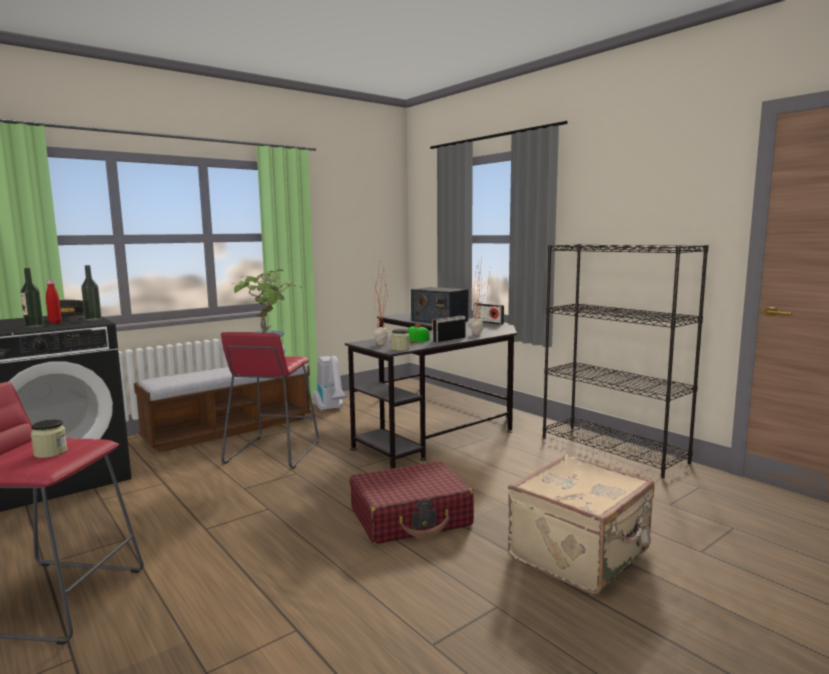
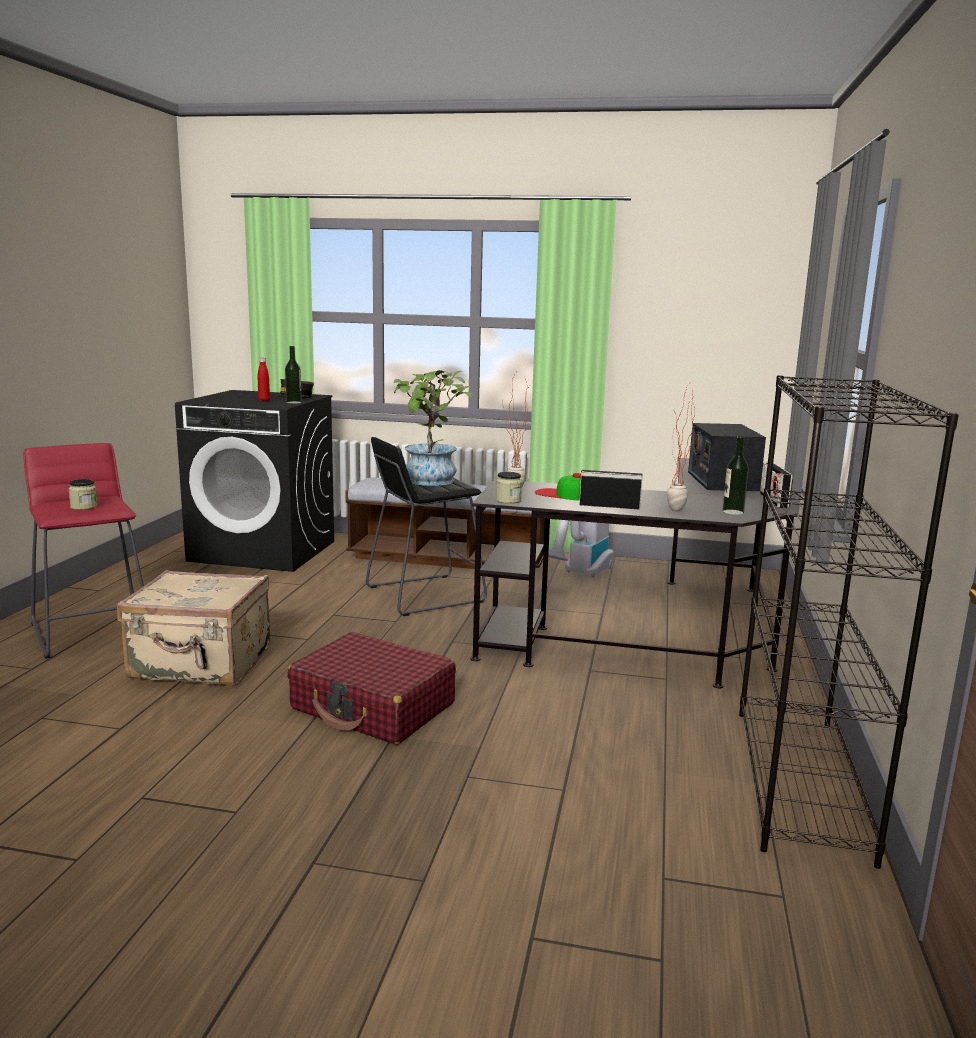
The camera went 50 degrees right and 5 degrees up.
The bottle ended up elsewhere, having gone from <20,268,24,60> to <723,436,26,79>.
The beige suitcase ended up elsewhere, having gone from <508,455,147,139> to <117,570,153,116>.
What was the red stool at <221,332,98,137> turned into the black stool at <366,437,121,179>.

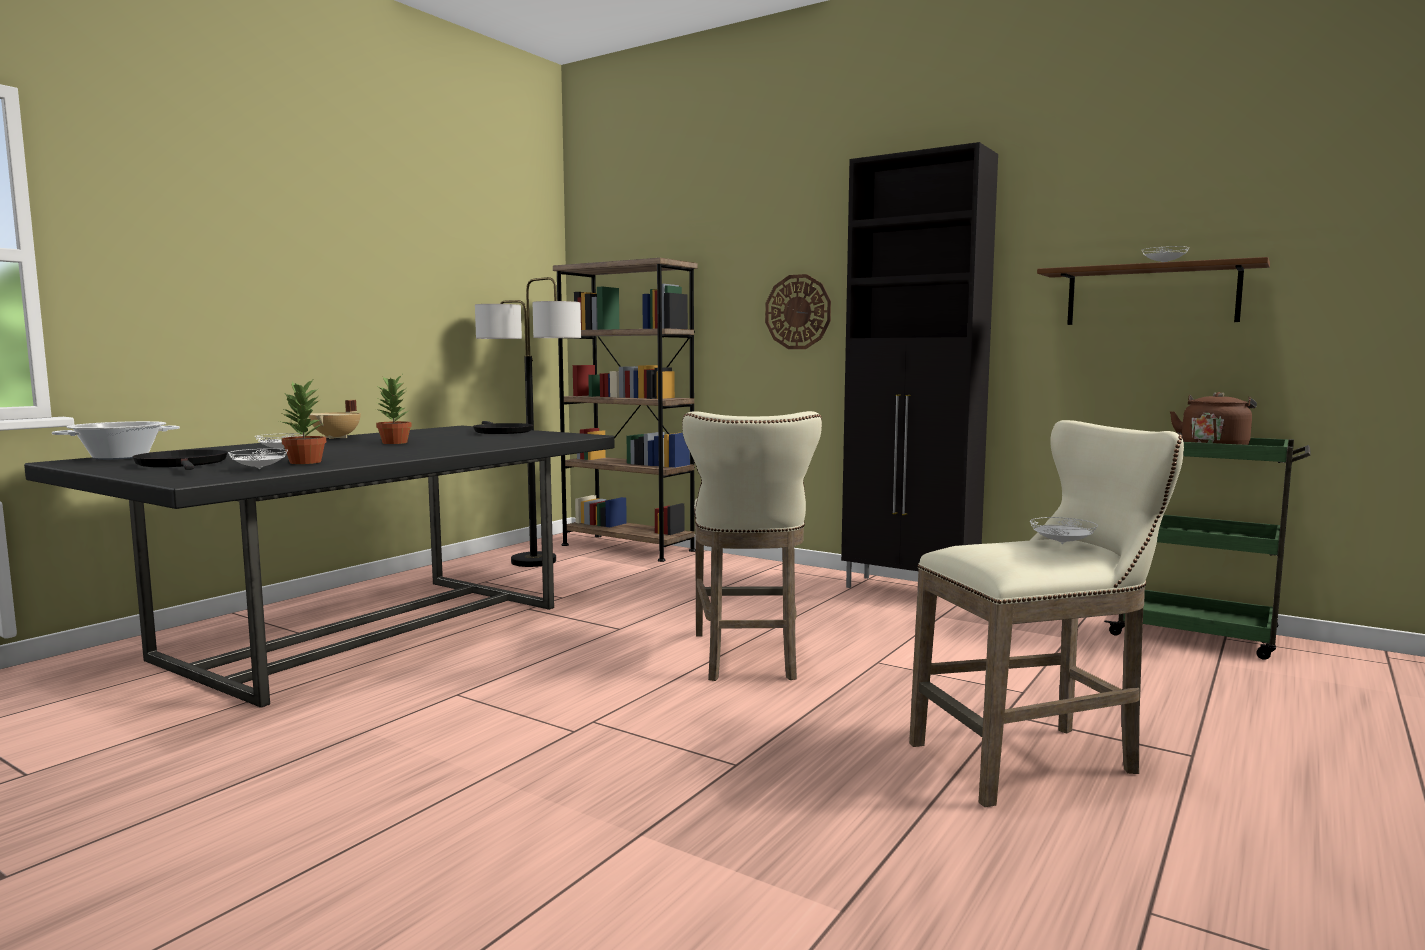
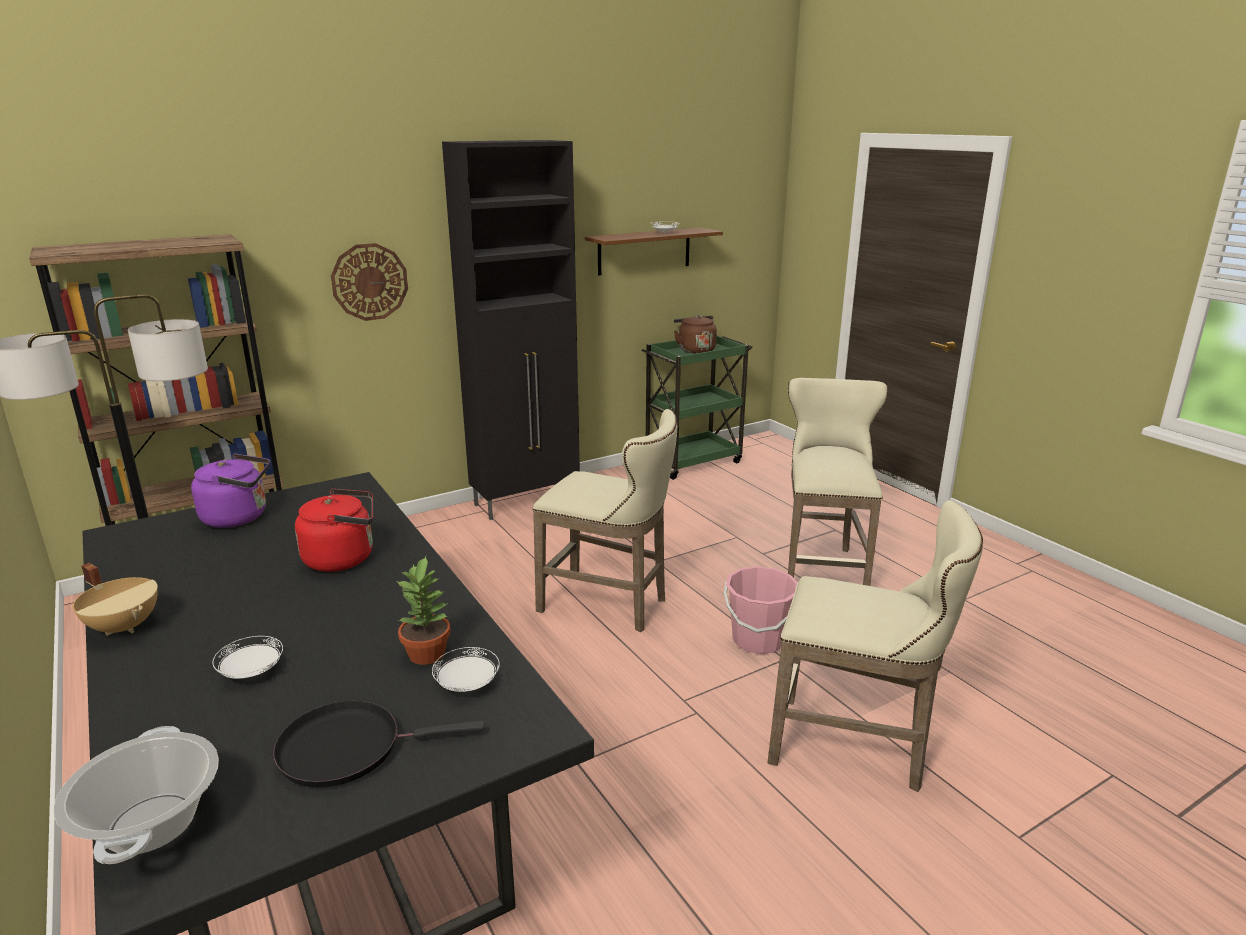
The camera went 65 degrees left and 15 degrees up.
The second view lost the potted plant at <376,375,36,69>.
The second view lost the white plate at <1030,517,68,27>.
The second view gained the red kettle at <295,488,78,84>.
The second view gained the pink bucket at <724,566,74,88>.
The second view gained the beige stool at <767,500,216,292>.
Where the black frying pan stood at <473,421,60,13>, the purple kettle came to stand at <191,453,79,75>.

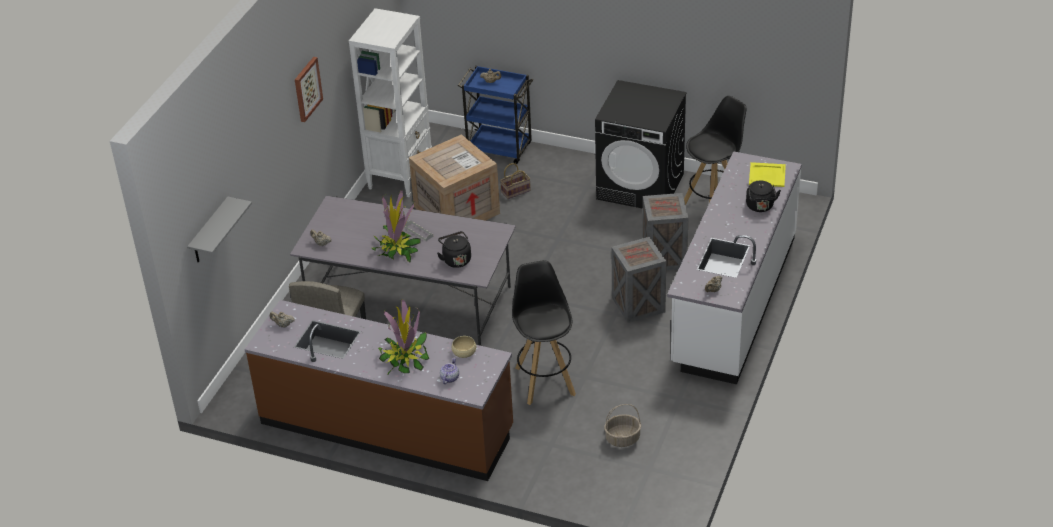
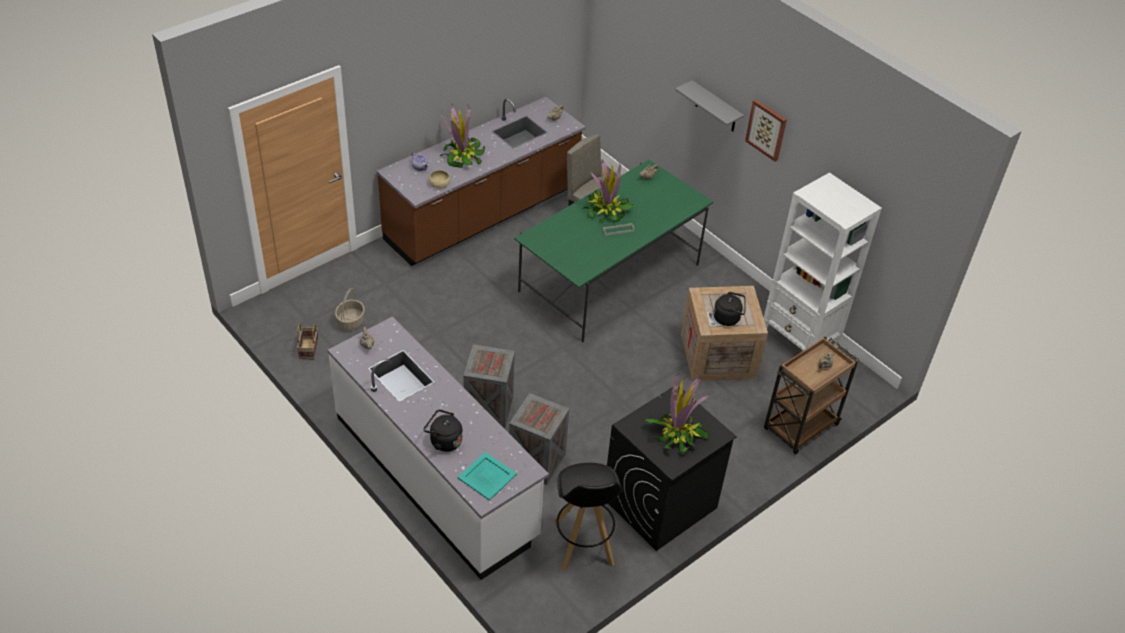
The camera went 115 degrees right and 5 degrees up.
The second view lost the black stool at <512,260,64,145>.
The second view gained the potted plant at <645,372,64,81>.
The grey shelf ended up elsewhere, having gone from <187,197,65,65> to <675,80,69,52>.
The black kettle ended up elsewhere, having gone from <437,231,34,37> to <713,292,33,34>.
The basket ended up elsewhere, having gone from <500,163,31,36> to <297,323,21,37>.
What was the grey dining table at <290,196,226,150> turned into the green dining table at <514,160,199,182>.
What was the blue cart at <458,66,75,98> turned into the brown cart at <764,337,95,118>.
What was the yellow tray at <749,162,37,25> turned into the turquoise tray at <457,452,60,49>.

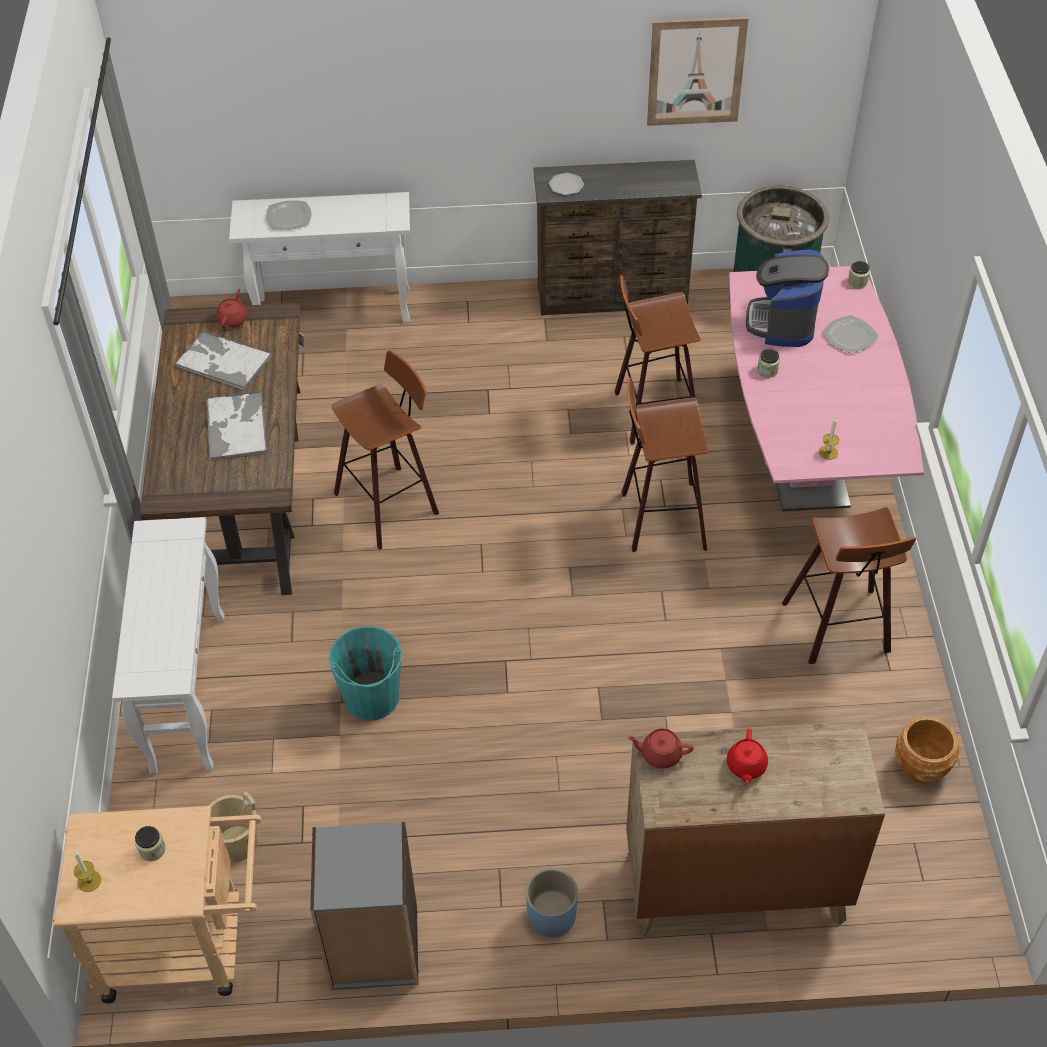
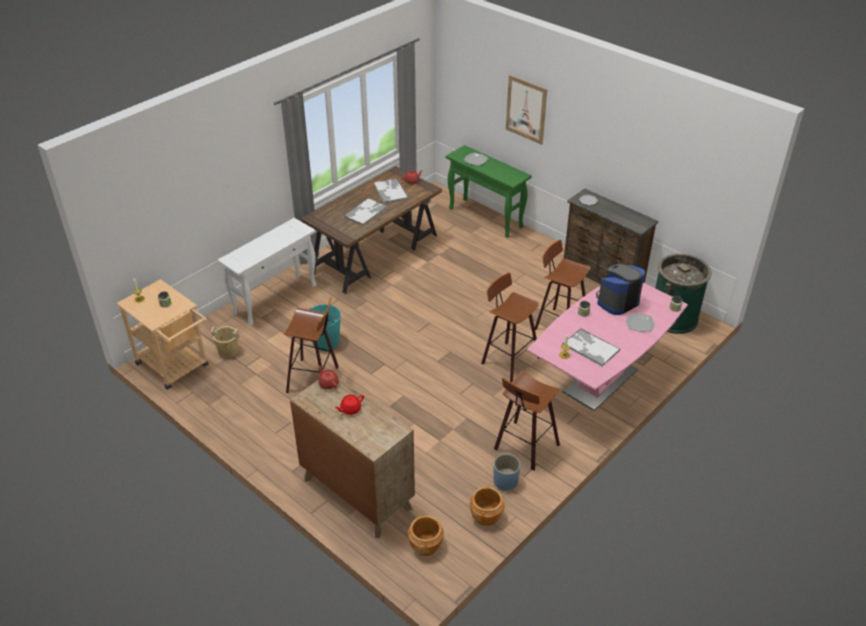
The camera went 45 degrees right and 10 degrees down.
The second view lost the grey bookcase at <310,822,109,168>.
The second view gained the brown planter at <408,516,36,40>.
The second view gained the tray at <563,328,57,39>.
The stool ended up elsewhere, having gone from <332,350,107,200> to <284,297,55,96>.
The blue planter ended up elsewhere, having gone from <526,868,52,70> to <493,454,28,37>.
The picture ended up elsewhere, having gone from <647,17,102,109> to <506,75,41,70>.
What was the white console table at <229,192,181,131> turned into the green console table at <446,145,86,93>.

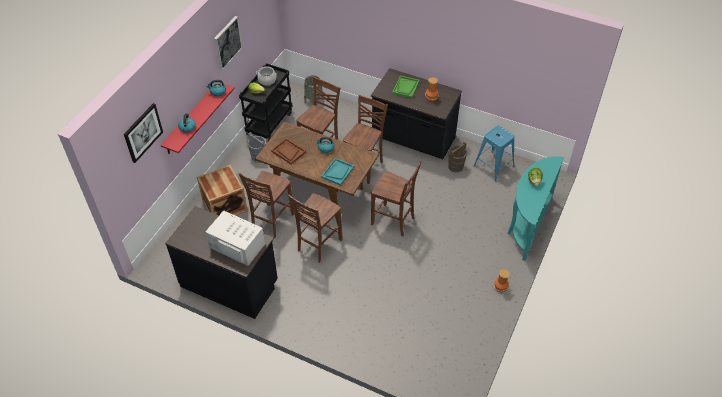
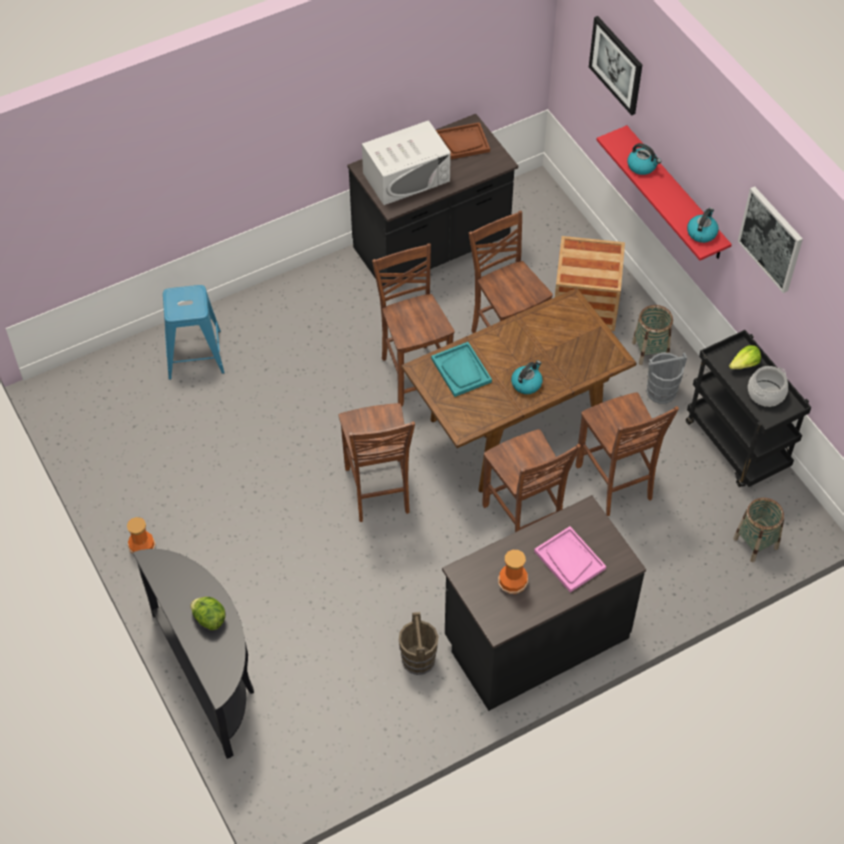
The camera went 125 degrees right and 5 degrees up.
The second view gained the basket at <632,305,41,60>.
The brown tray ended up elsewhere, having gone from <271,138,35,26> to <436,122,54,38>.
The blue stool ended up elsewhere, having gone from <474,126,41,56> to <163,285,62,95>.
What was the green tray at <392,76,28,22> turned into the pink tray at <534,526,72,67>.
What was the turquoise console table at <508,156,56,105> turned into the black console table at <133,549,121,210>.
The brown chair at <371,160,51,77> ended up facing another way, 75 degrees counterclockwise from before.

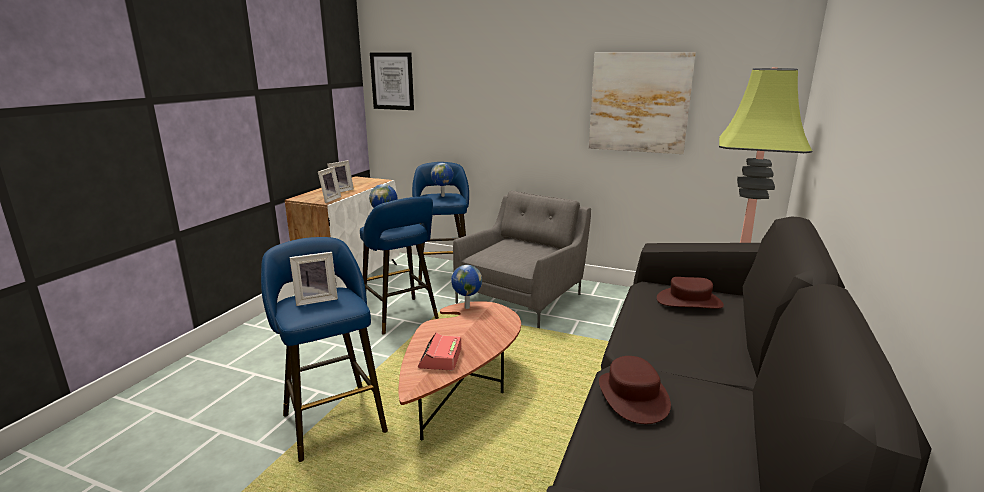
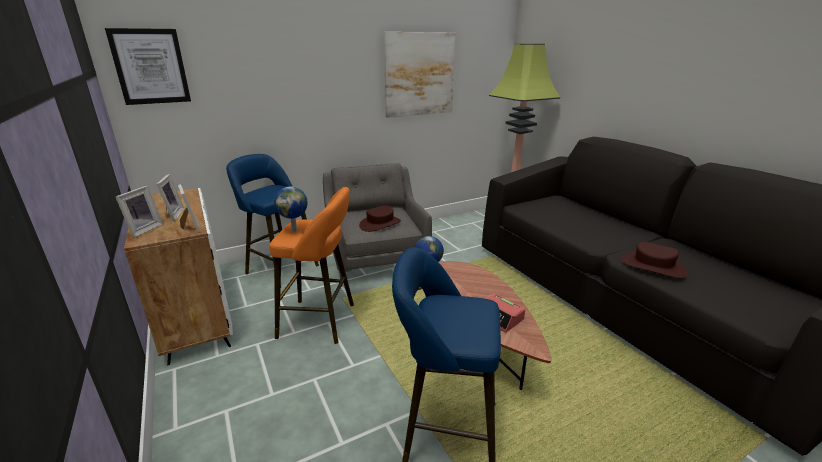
The camera went 50 degrees left and 5 degrees up.
The second view lost the globe at <431,163,23,34>.
The picture frame ended up elsewhere, having gone from <290,252,48,54> to <116,185,47,53>.
The brown hat ended up elsewhere, having gone from <657,277,67,32> to <359,206,42,26>.
What was the blue stool at <360,197,79,137> turned into the orange stool at <270,187,84,157>.

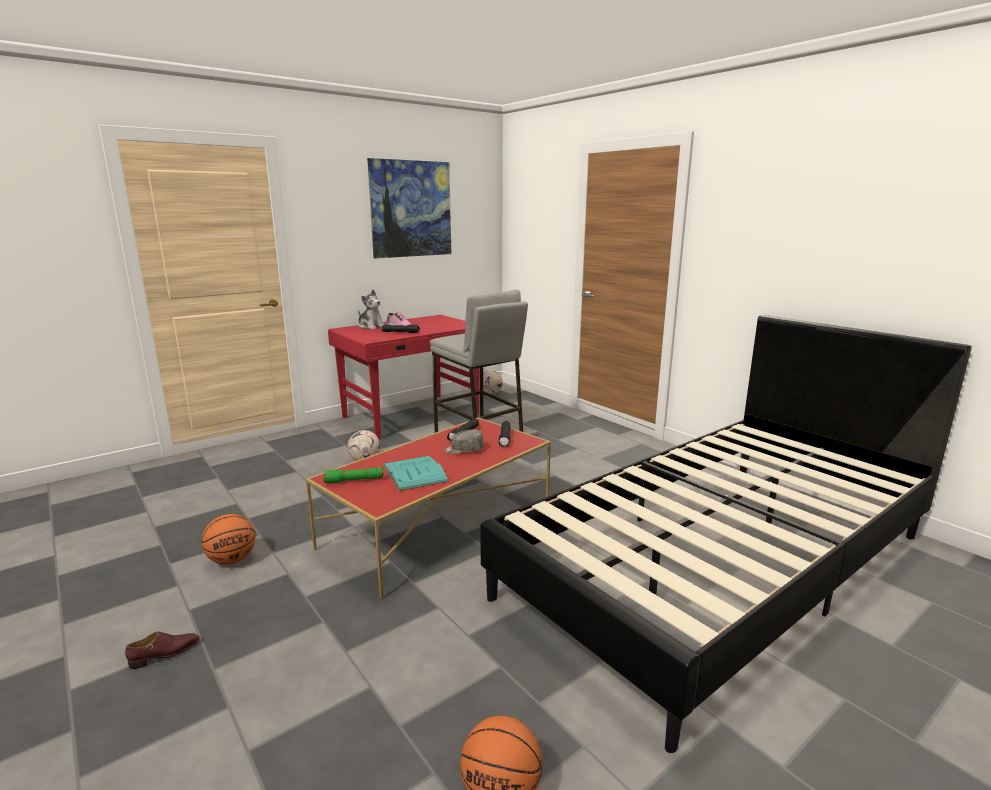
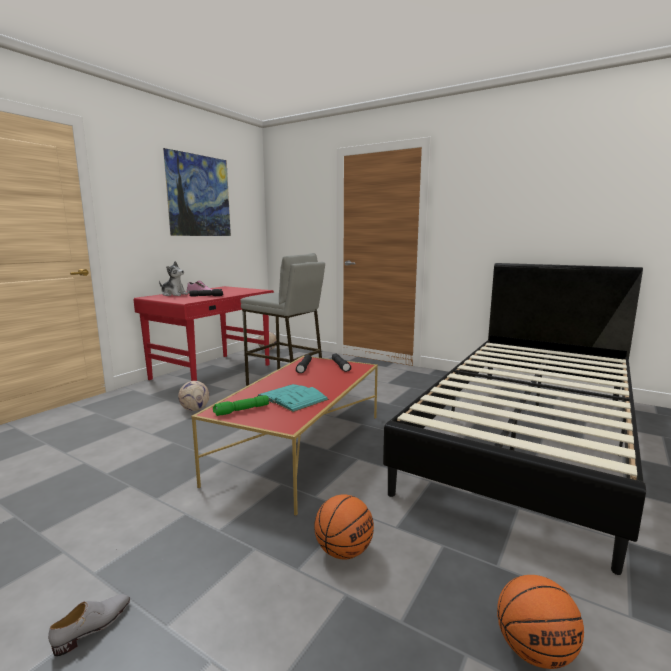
The camera went 20 degrees left and 5 degrees down.
The second view lost the grey cap at <444,429,40,25>.
The basketball ended up elsewhere, having gone from <202,514,53,51> to <315,494,59,65>.
What was the brown shoe at <125,632,75,37> turned into the grey shoe at <48,594,82,62>.

